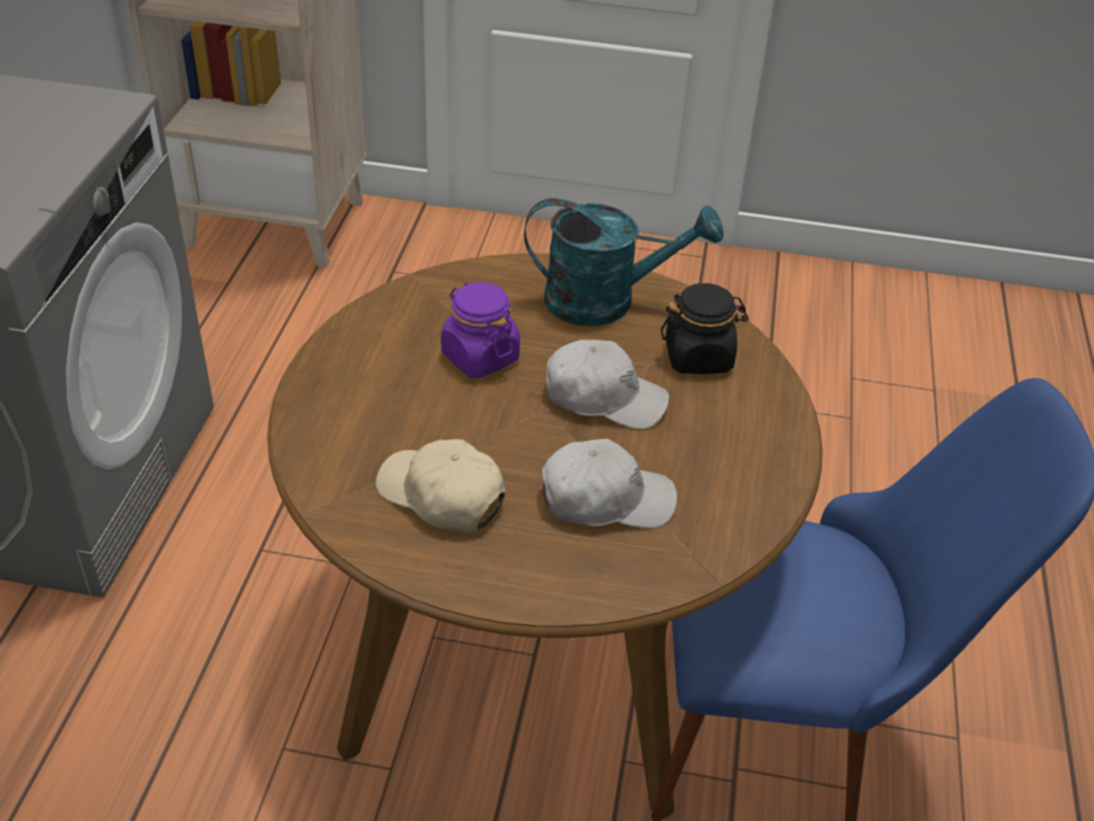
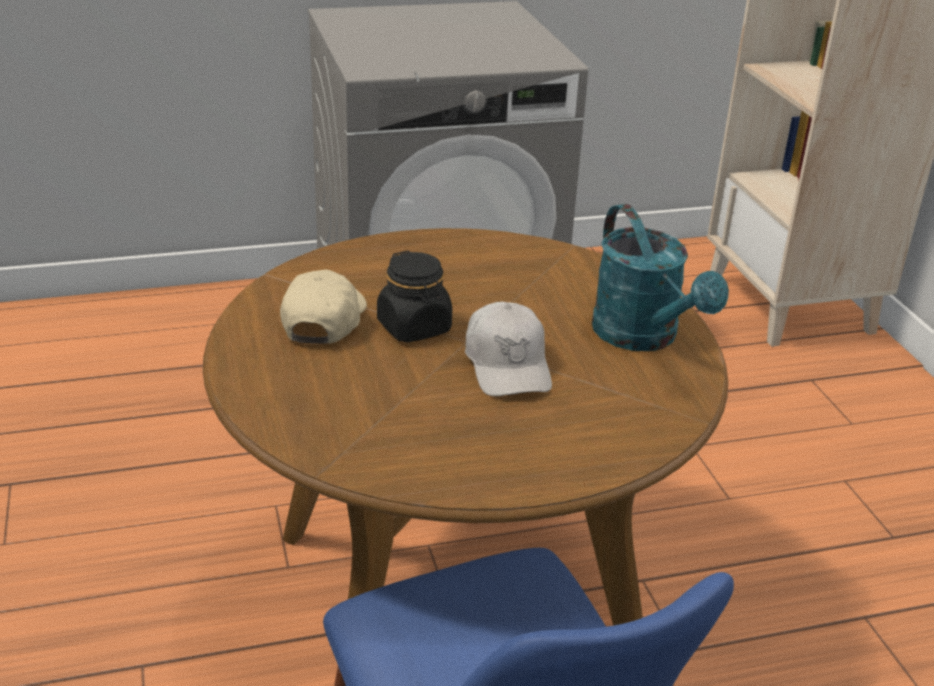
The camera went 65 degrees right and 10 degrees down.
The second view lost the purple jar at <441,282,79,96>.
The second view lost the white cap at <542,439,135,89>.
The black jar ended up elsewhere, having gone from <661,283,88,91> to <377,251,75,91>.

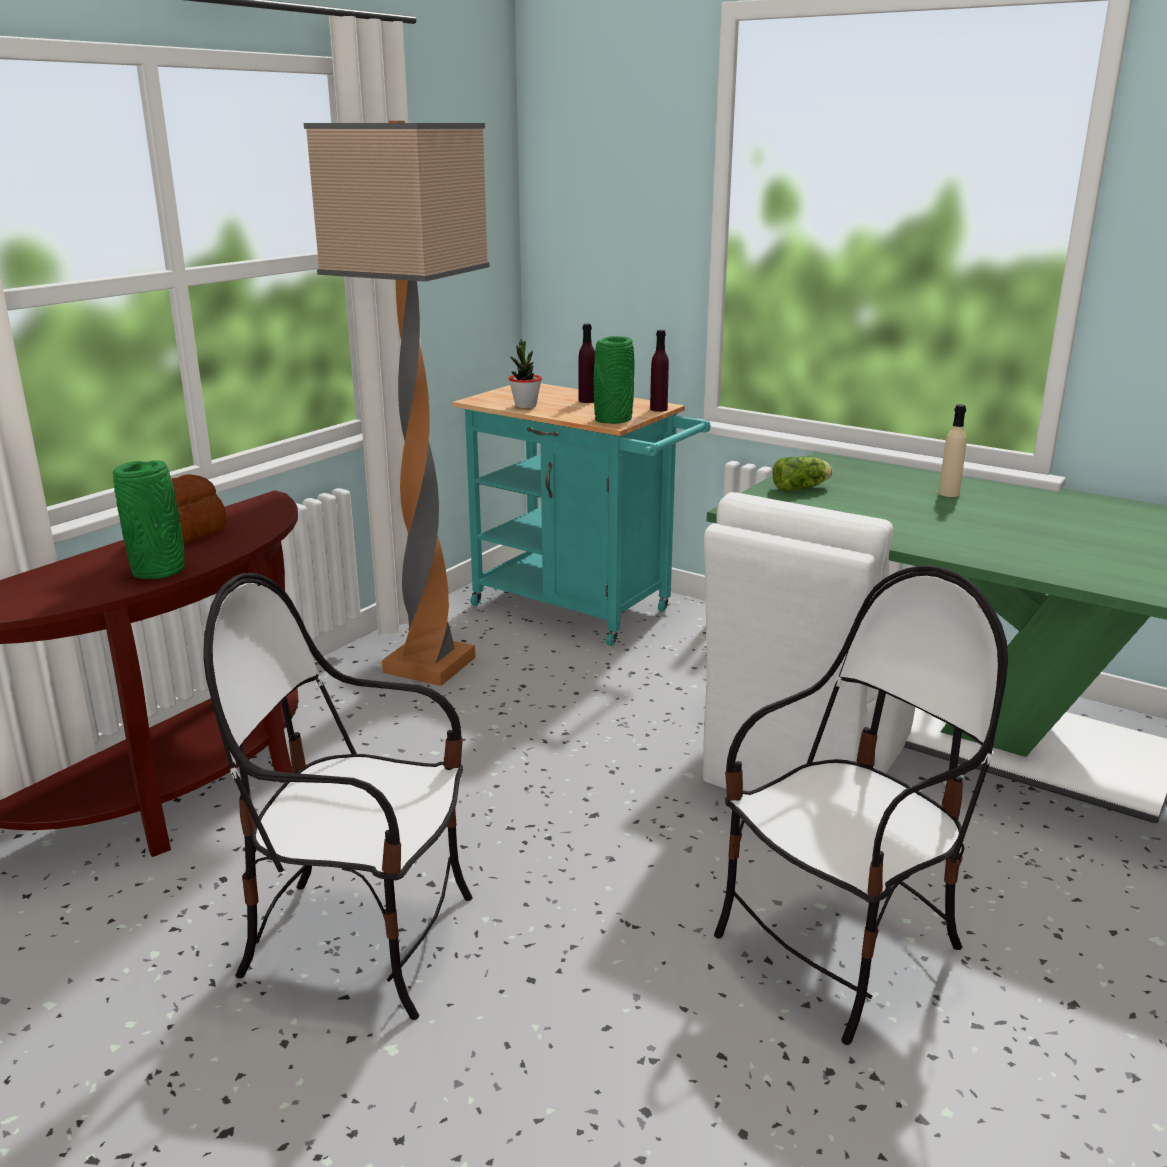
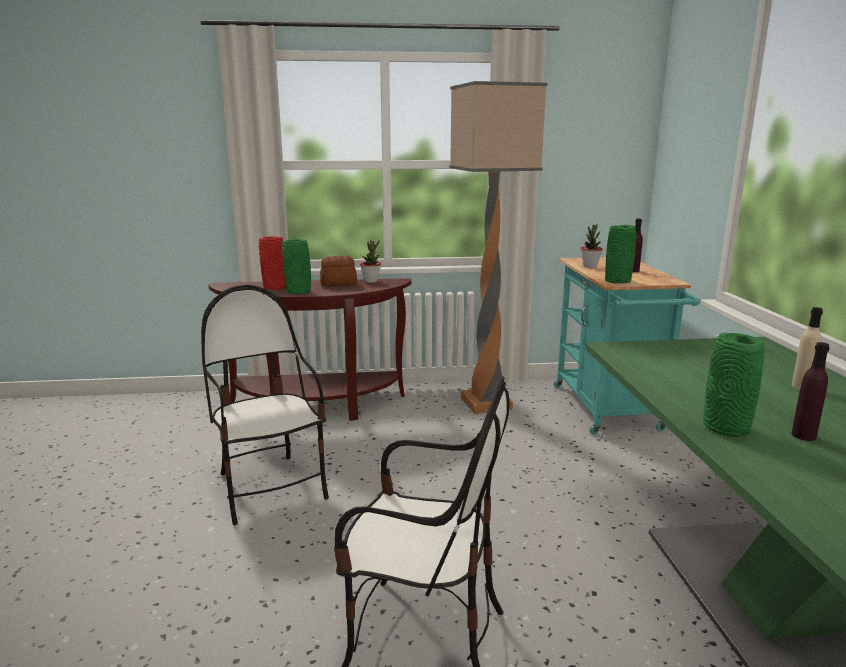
The camera went 50 degrees right and 5 degrees down.
The second view lost the white chair at <703,492,212,299>.
The second view lost the lettuce at <772,456,61,35>.
The second view gained the red vase at <259,236,27,54>.
The second view gained the potted plant at <360,240,21,43>.
The second view gained the green vase at <703,333,62,104>.
The purple bottle ended up elsewhere, having gone from <650,330,19,82> to <791,342,39,99>.

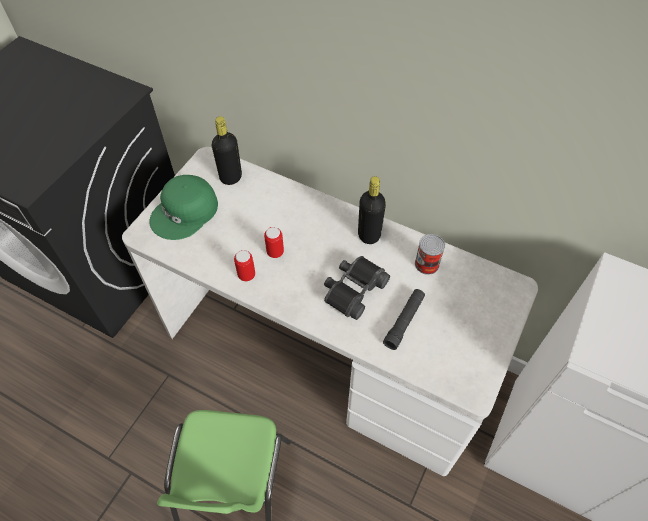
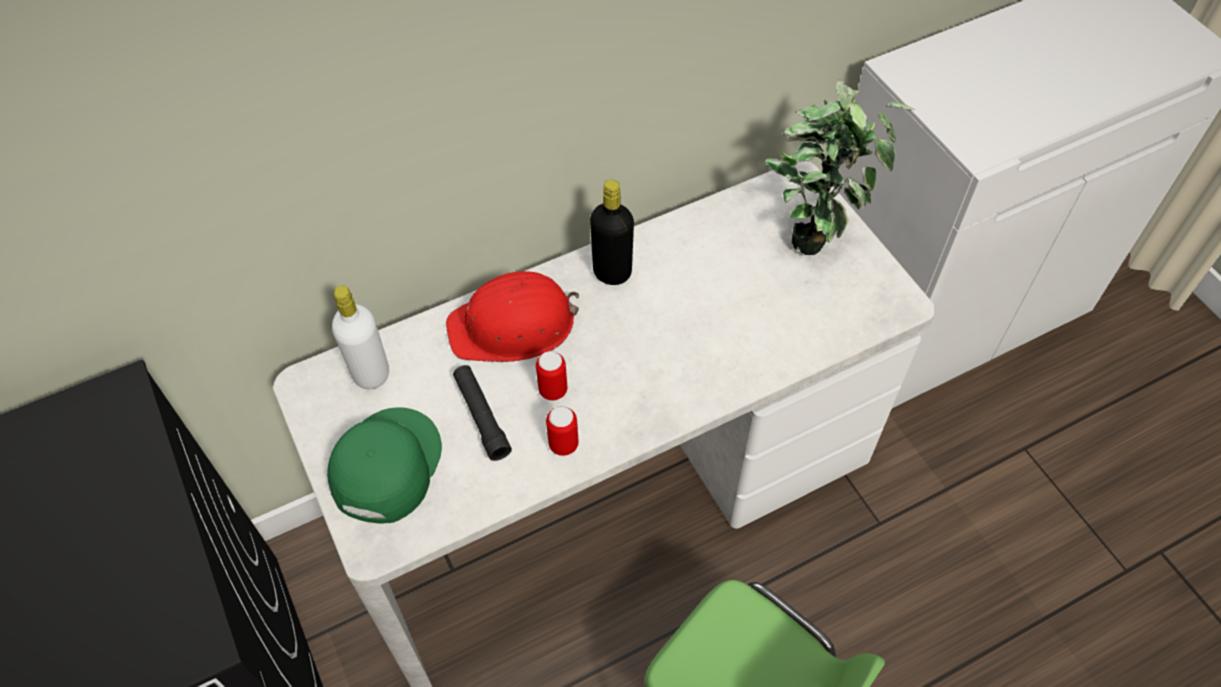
The camera went 55 degrees left and 0 degrees up.
The second view lost the black binoculars at <324,256,66,64>.
The second view lost the can at <415,234,30,41>.
The second view gained the red hard hat at <446,271,133,91>.
The second view gained the potted plant at <765,79,150,176>.
The black flashlight ended up elsewhere, having gone from <383,289,42,61> to <453,365,59,96>.
What was the black bottle at <212,116,30,69> turned into the white bottle at <332,285,57,104>.
The green cap at <149,175,69,65> ended up facing another way, 150 degrees counterclockwise from before.

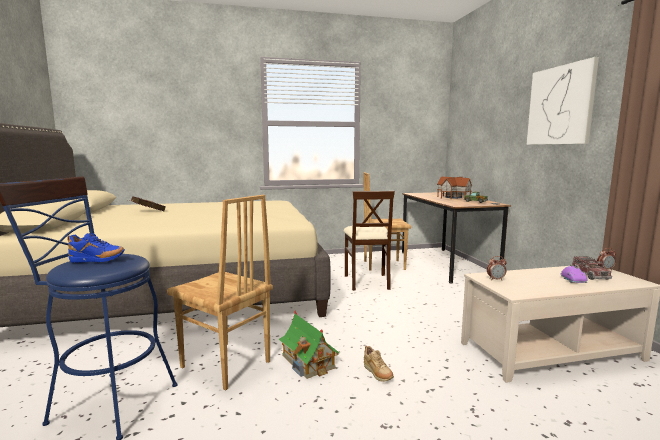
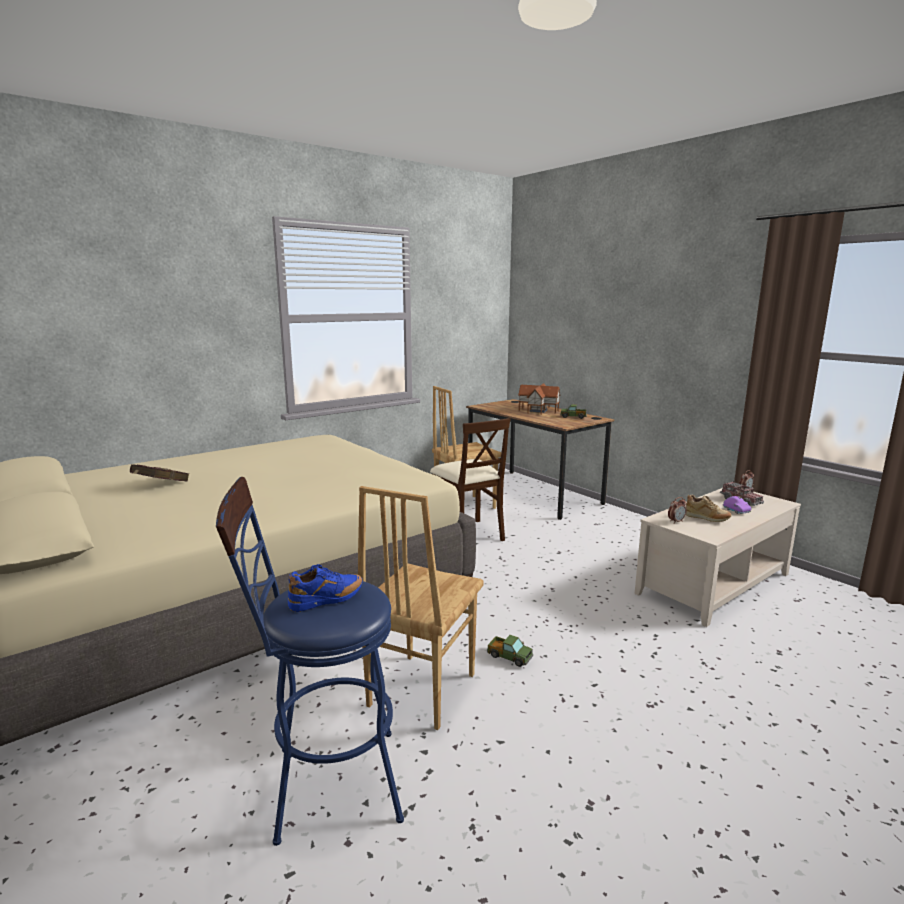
The camera went 25 degrees left and 5 degrees up.
The second view lost the picture at <527,57,72,88>.
The beige shoe ended up elsewhere, having gone from <364,346,30,36> to <686,495,46,27>.
Where the toy house stood at <278,310,62,69>, the toy truck came to stand at <487,635,46,32>.
The brown chair at <167,195,106,195> ended up facing another way, 105 degrees clockwise from before.

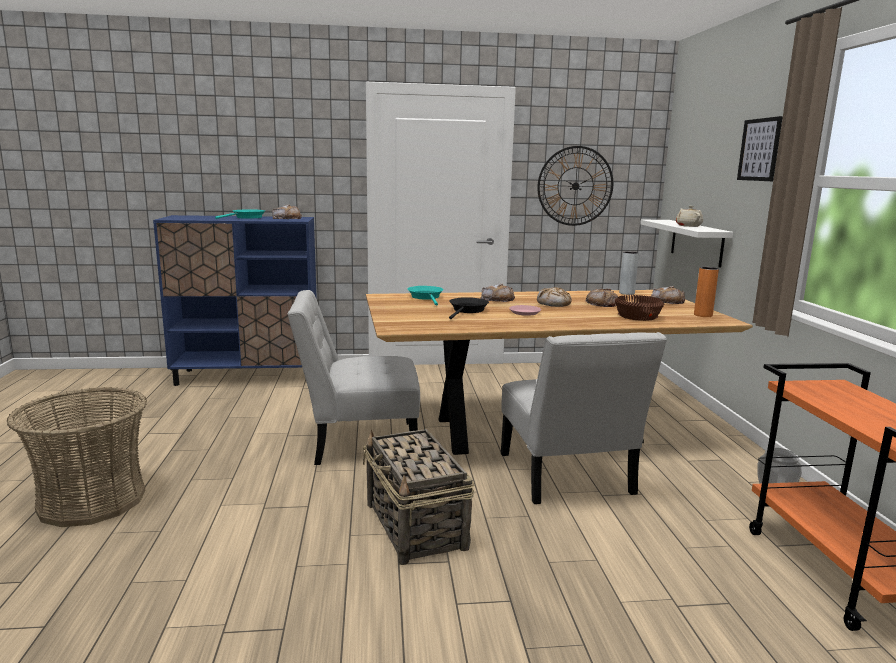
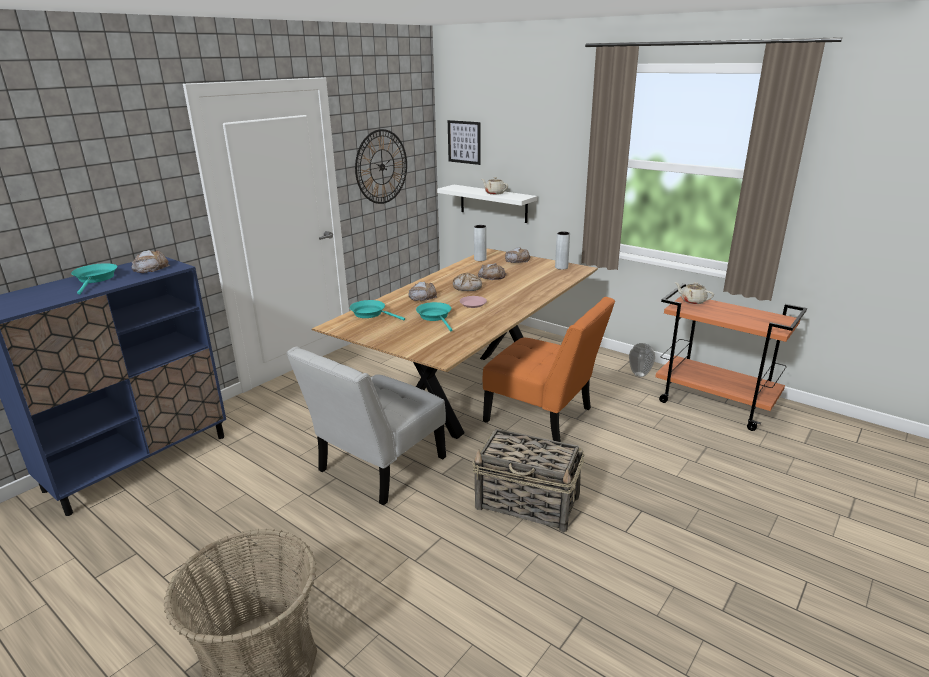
The camera went 45 degrees left and 10 degrees up.
The second view lost the brown bowl at <615,295,49,26>.
The second view gained the beige teapot at <675,282,39,22>.
The picture ended up elsewhere, having gone from <737,116,46,65> to <448,120,33,45>.
What was the black frying pan at <449,297,40,22> turned into the turquoise frying pan at <416,302,36,29>.
What was the white chair at <501,332,166,172> turned into the orange chair at <483,297,132,145>.
What was the orange vase at <694,267,25,50> turned into the grey vase at <555,231,15,39>.

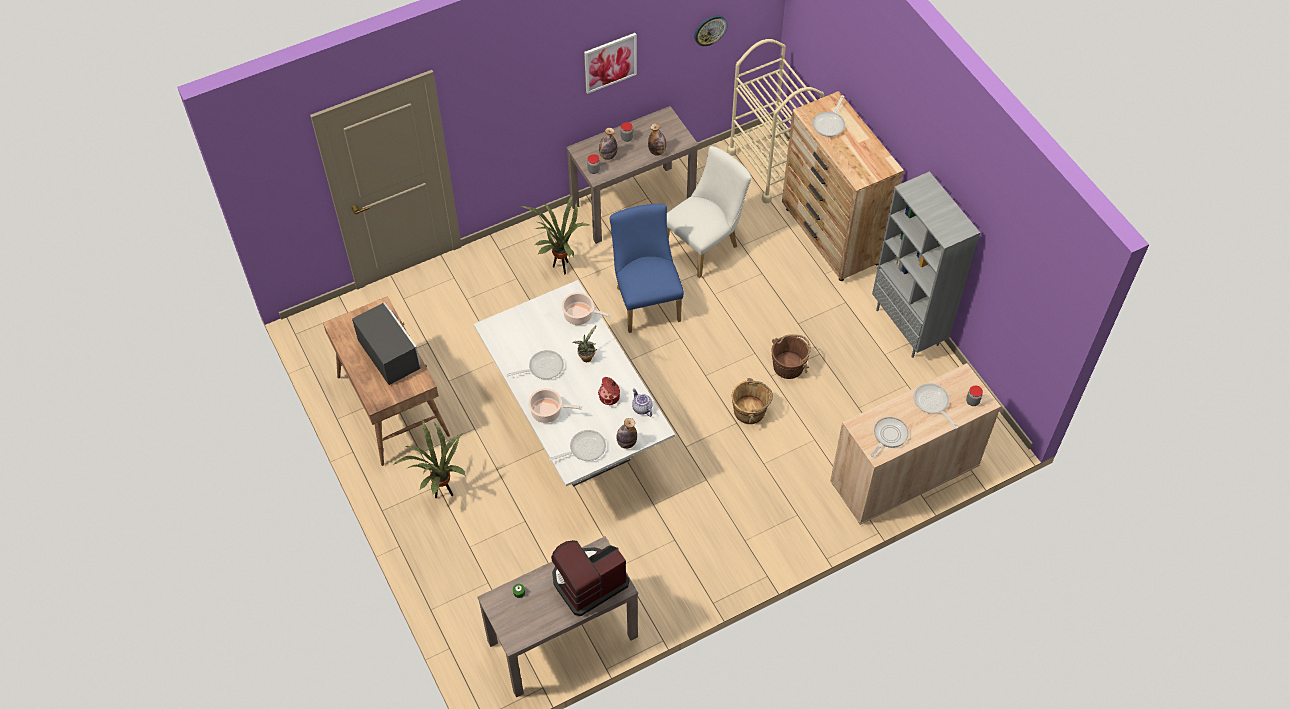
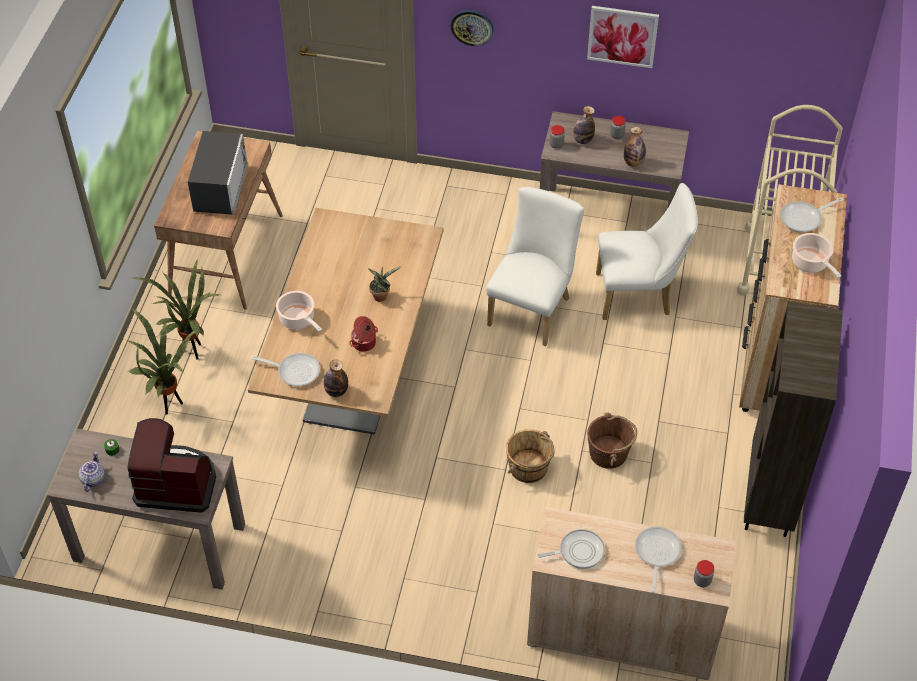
The camera went 40 degrees right and 5 degrees down.
The second view lost the frying pan at <507,350,57,29>.
The potted plant ended up elsewhere, having gone from <520,194,70,80> to <127,307,71,108>.
The cooking pot ended up elsewhere, having gone from <562,292,49,33> to <792,233,49,45>.
The teapot ended up elsewhere, having gone from <632,388,21,29> to <79,452,26,40>.
The wall clock ended up elsewhere, having gone from <694,15,33,31> to <451,10,43,36>.
What was the white dining table at <474,280,201,206> turned into the brown dining table at <248,208,196,227>.
What was the blue chair at <610,204,74,129> turned into the white chair at <486,187,98,159>.
What was the grey bookcase at <872,171,108,187> turned into the brown bookcase at <744,302,99,235>.

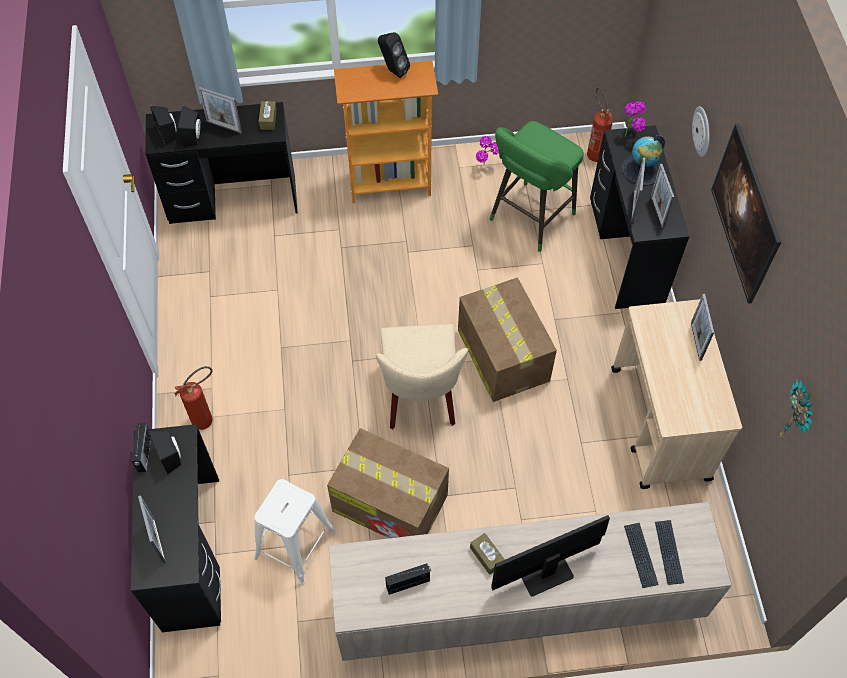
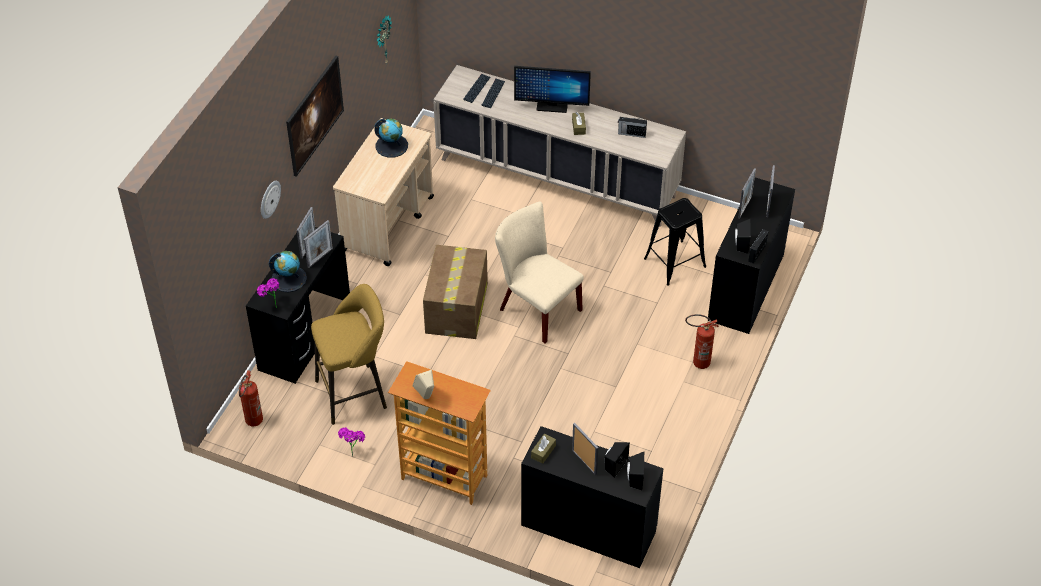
The camera went 150 degrees left and 10 degrees down.
The second view lost the cardboard box at <327,428,122,110>.
The second view gained the globe at <374,118,34,40>.
The picture frame ended up elsewhere, having gone from <691,294,23,67> to <738,168,18,51>.
What was the white stool at <254,479,83,107> turned into the black stool at <644,198,62,87>.
What was the black speaker at <378,32,32,46> turned into the beige speaker at <413,370,21,29>.
What was the green stool at <489,121,95,131> turned into the yellow stool at <311,284,76,141>.
The beige chair at <376,324,92,105> ended up facing another way, 75 degrees counterclockwise from before.

